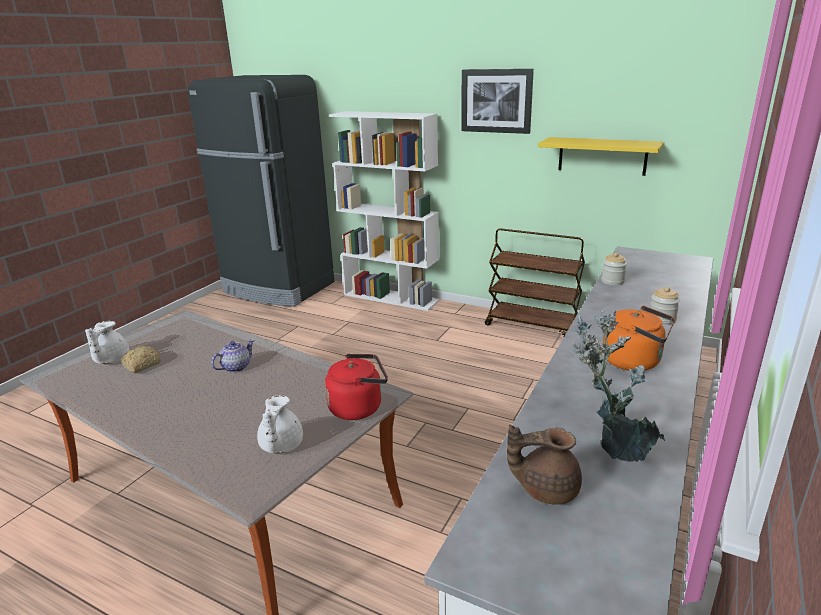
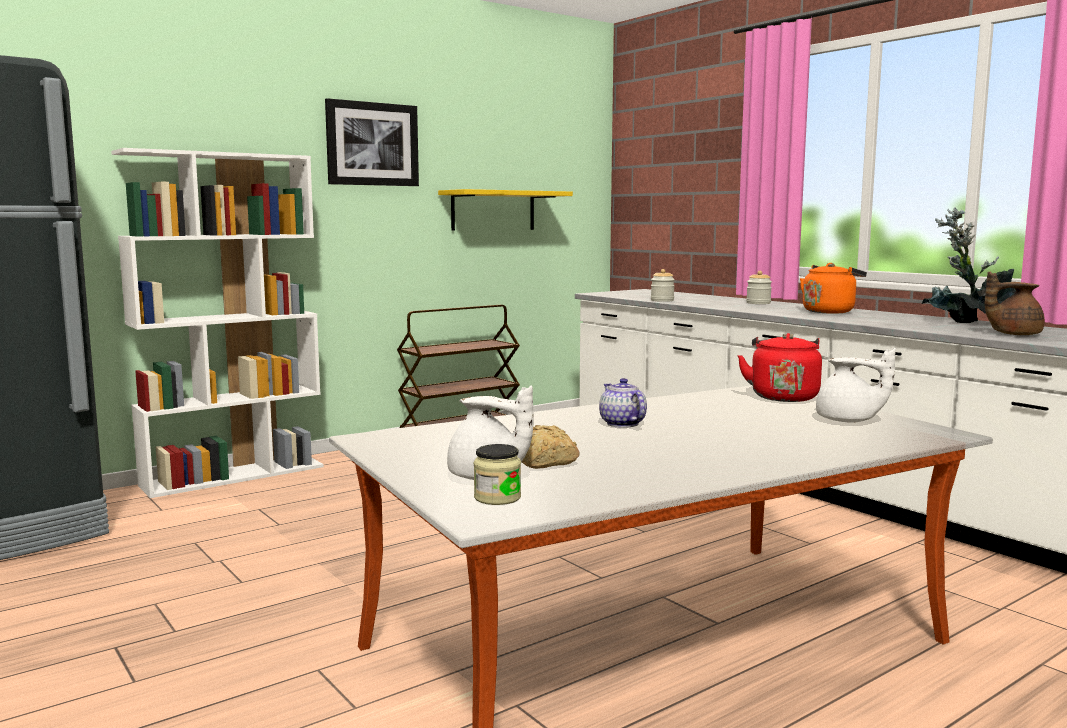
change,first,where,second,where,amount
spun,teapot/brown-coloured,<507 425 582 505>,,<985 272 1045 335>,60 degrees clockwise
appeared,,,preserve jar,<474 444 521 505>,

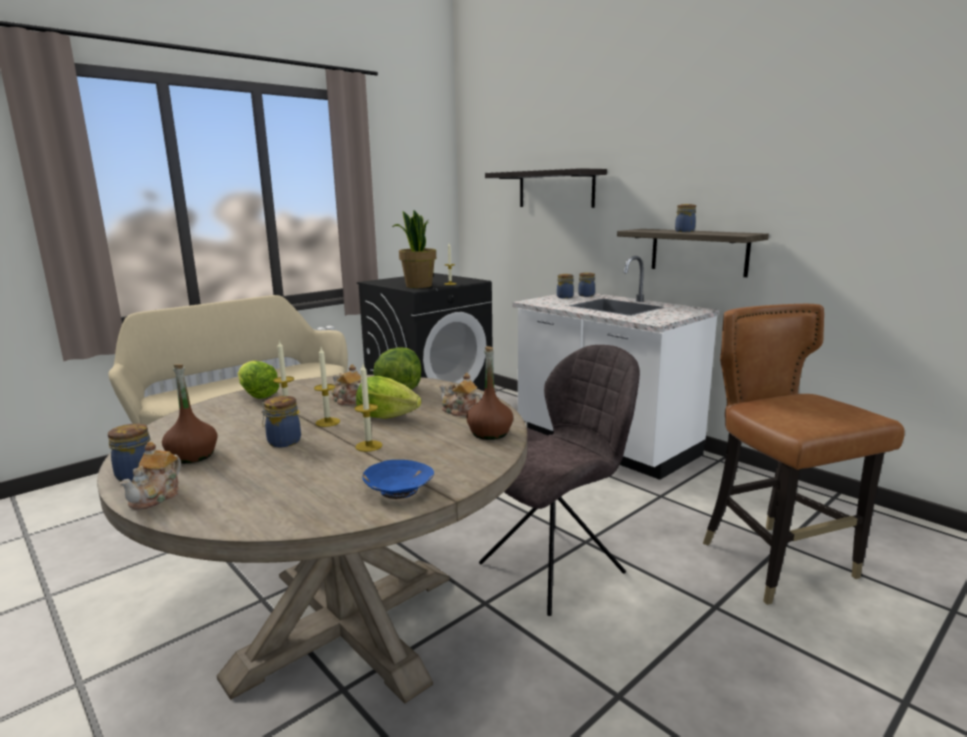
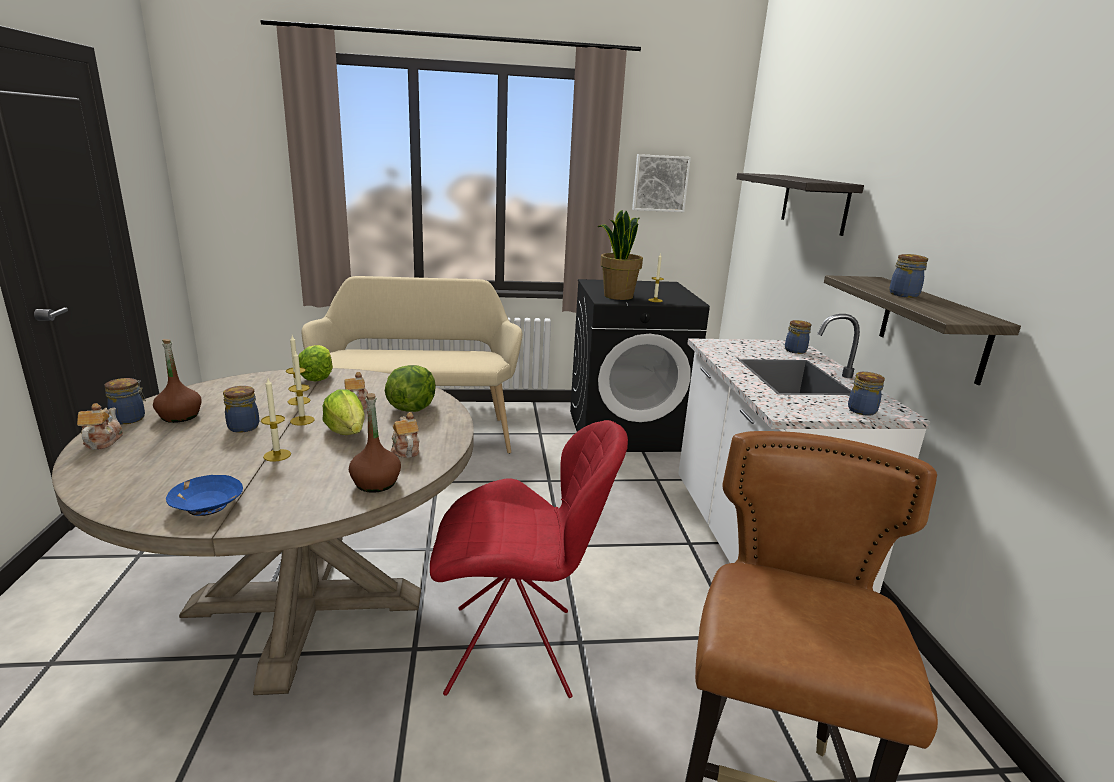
change,first,where,second,where,amount
relocated,preserve jar,<557 274 574 299>,,<848 372 885 416>,
colour,plain chair/grey,<479 345 640 616>,plain chair/red-coloured,<430 420 628 698>,
spun,teapot,<120 442 181 510>,,<77 403 123 450>,120 degrees clockwise
appeared,,,wall picture,<632 154 691 212>,

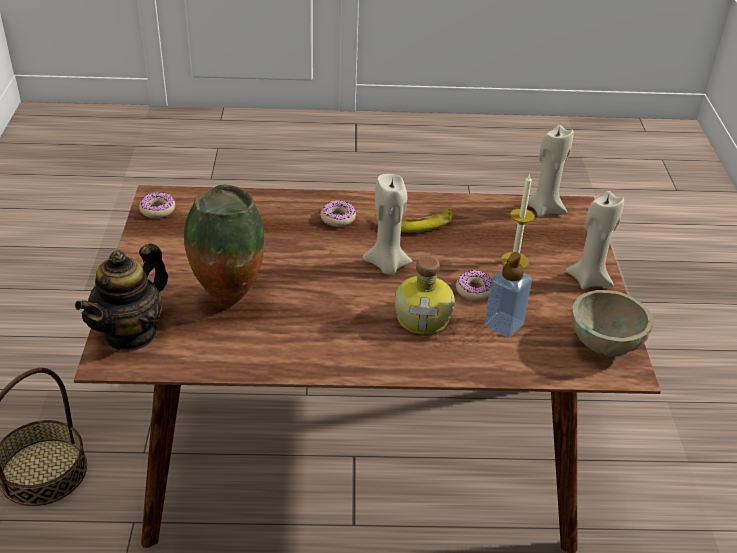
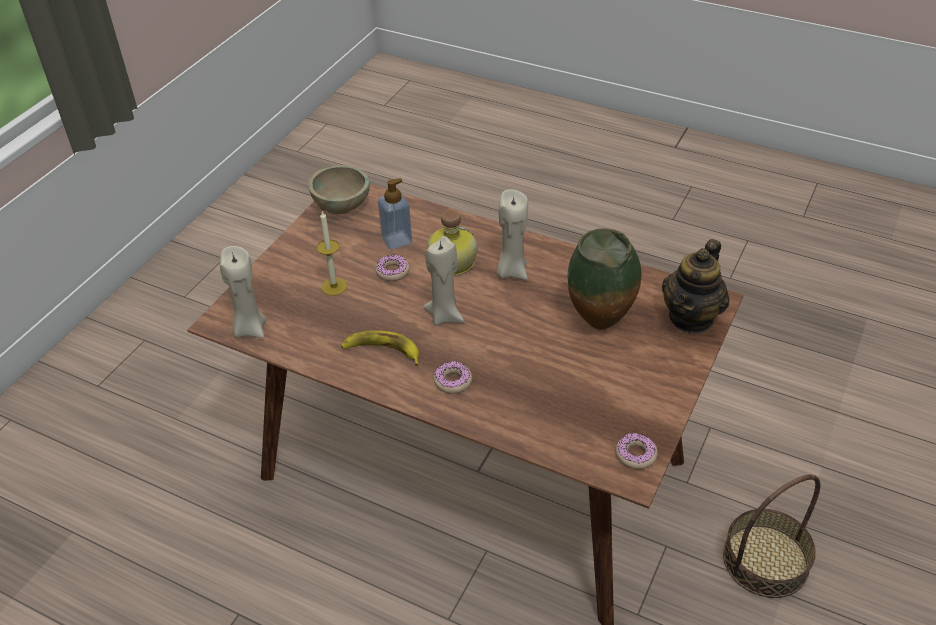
change,first,where,second,where,amount
relocated,wax candle/beige,<565 191 624 289>,,<497 189 528 280>,
spun,teapot,<75 243 168 352>,,<662 239 730 334>,150 degrees clockwise

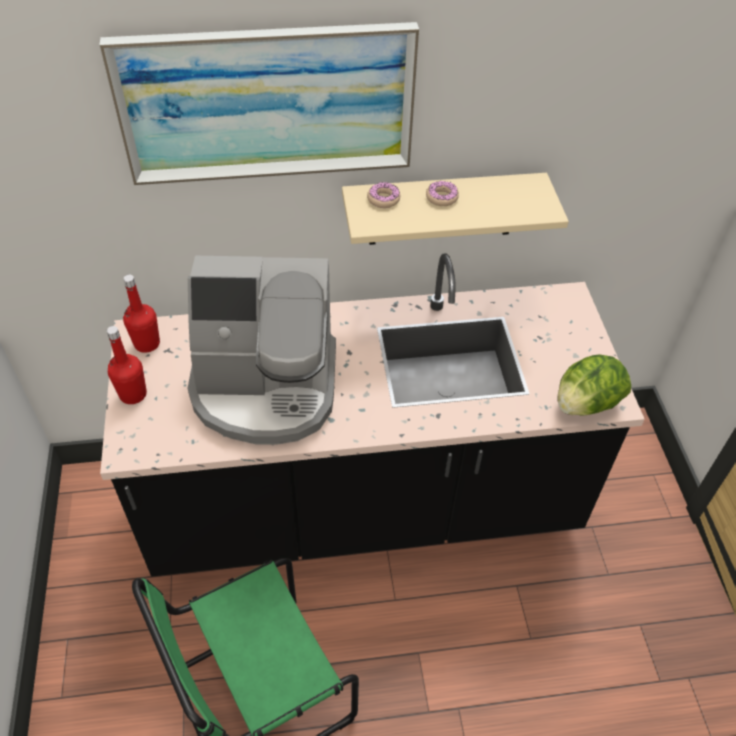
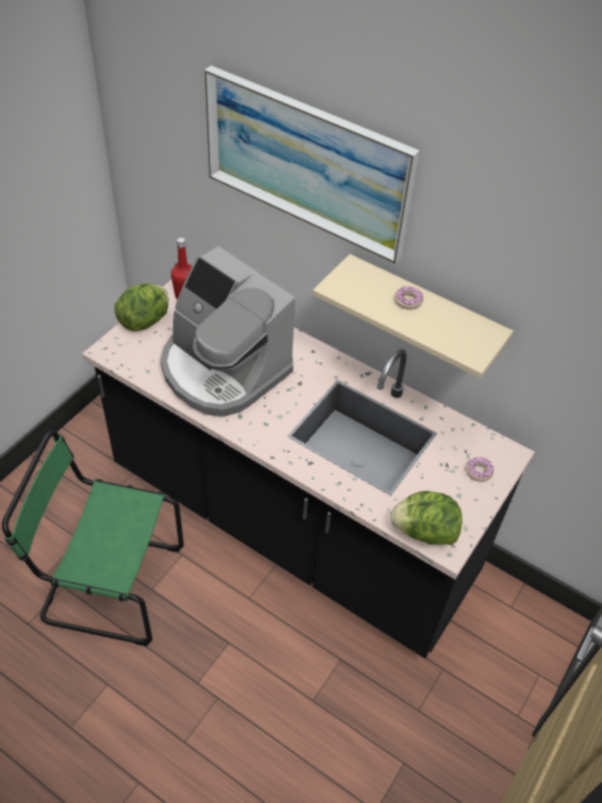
change,first,where,second,where,amount
relocated,doughnut,<367 182 400 208>,,<466 457 494 482>,
exchanged,beverage bottle/red-coloured,<107 326 147 404>,lettuce head,<114 283 169 331>,

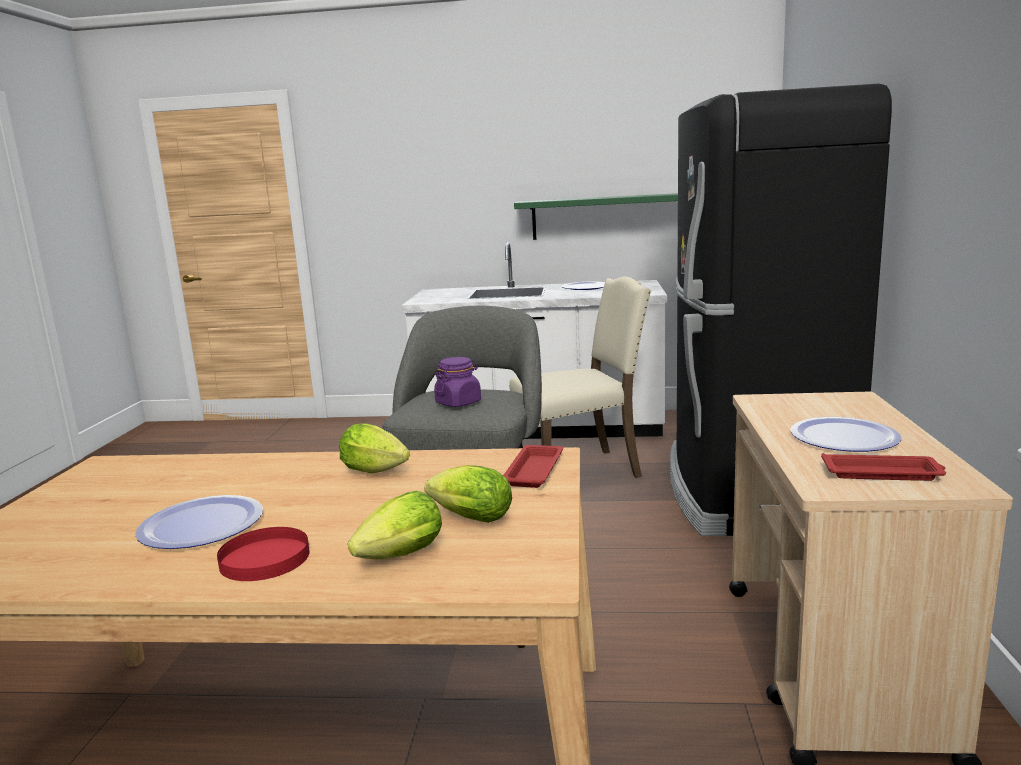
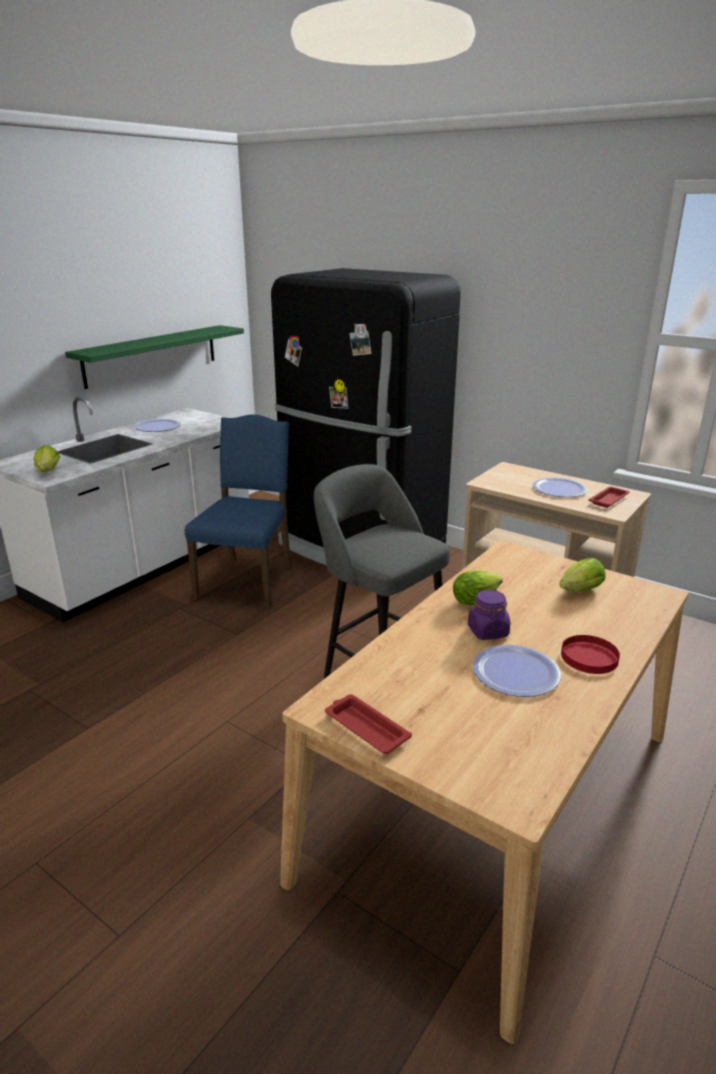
change,first,where,second,where,amount
colour,plain chair/beige,<509 277 651 478>,plain chair/bluish,<185 415 292 609>,
relocated,preserve jar/purple-coloured,<434 357 481 407>,,<468 590 510 640>,
relocated,serving tray/red-coloured,<503 445 563 488>,,<325 694 412 754>,
relocated,lettuce head,<348 491 442 559>,,<34 445 60 472>,

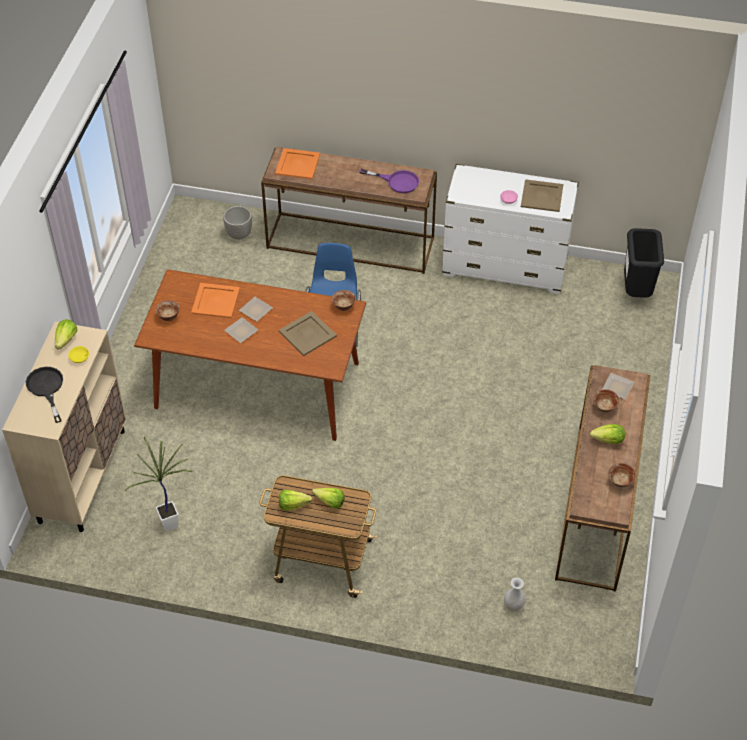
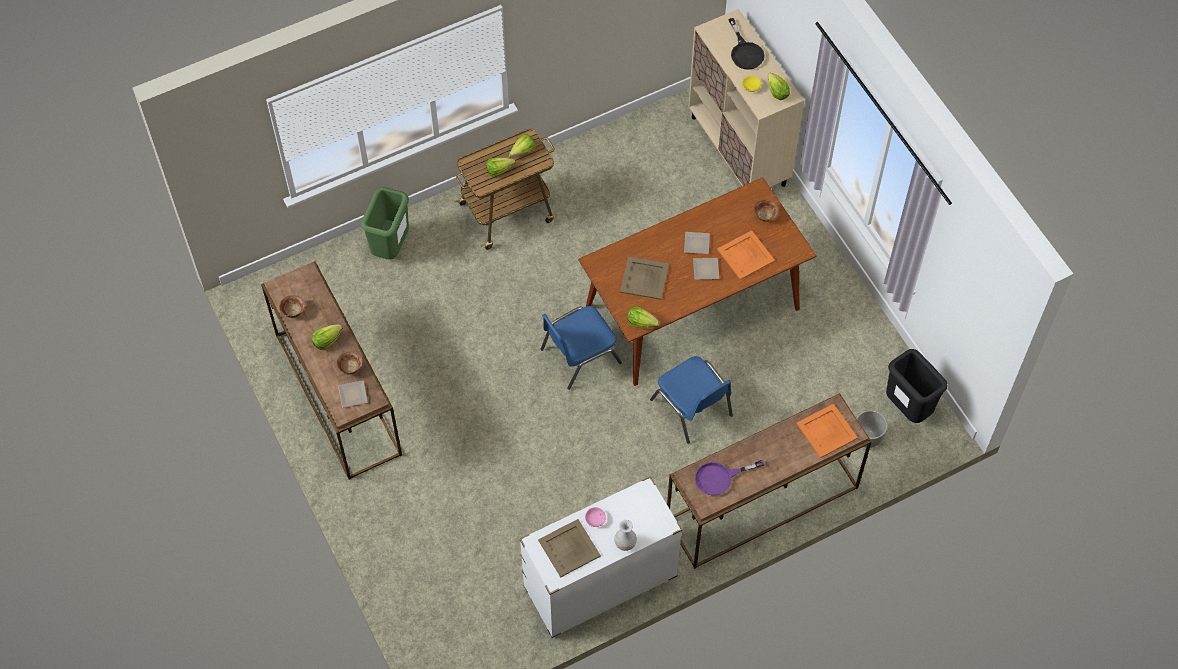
change,first,where,second,where,amount
relocated,waste bin/black,<624 228 664 298>,,<886 349 948 423>,
exchanged,bowl,<331 290 356 311>,lettuce head,<627 307 660 329>,
spun,skillet/black,<26 367 63 423>,,<728 18 764 70>,45 degrees clockwise
missing,potted plant,<125 436 193 532>,,,
relocated,vase/white-coloured,<504 578 526 611>,,<614 520 637 551>,
appeared,,,waste bin/greenish,<361 187 409 260>,
appeared,,,plain chair/bluish,<541 306 622 390>,

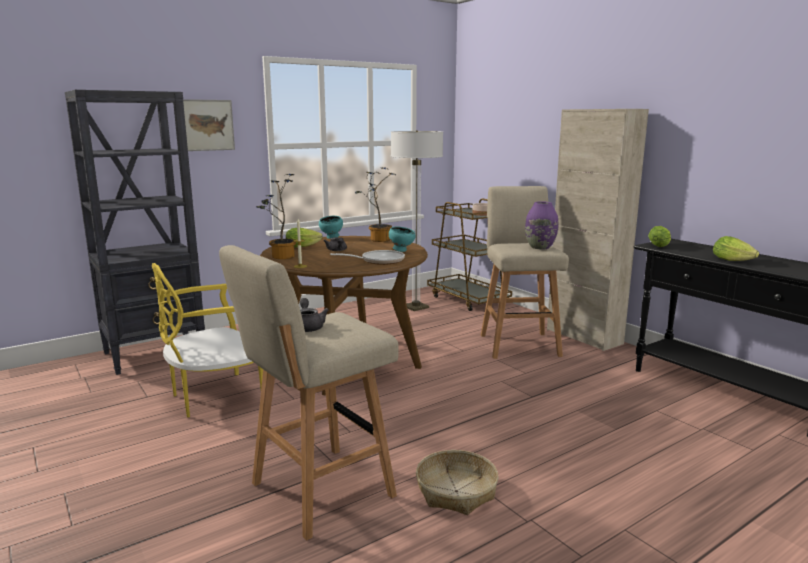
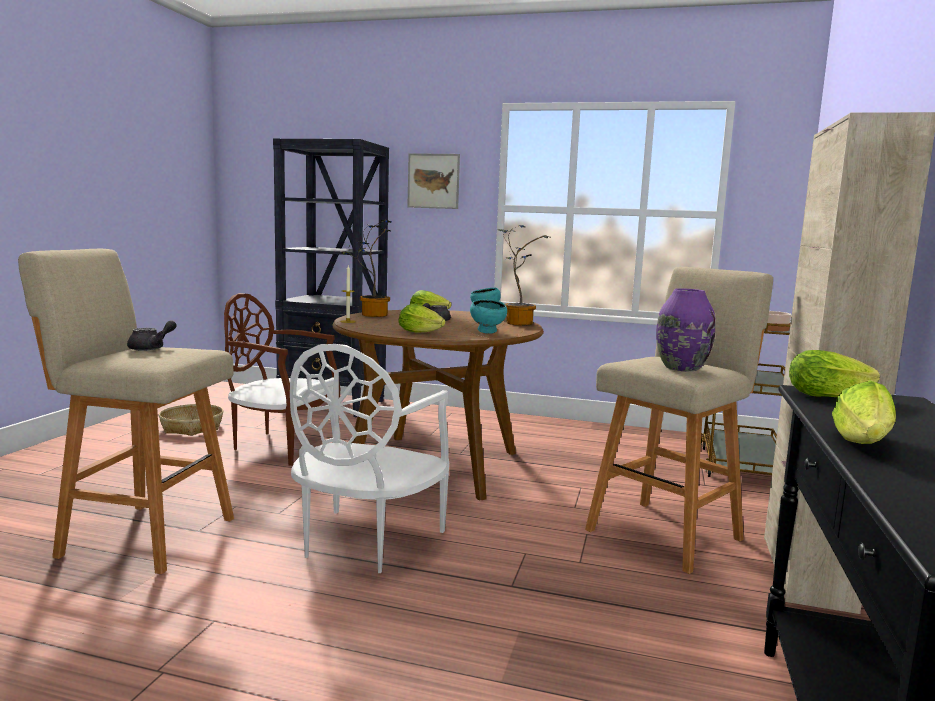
change,first,where,second,where,amount
missing,standing lamp,<391 130 443 311>,,,
exchanged,skillet,<330 250 405 265>,lettuce head,<399 304 446 333>,
colour,plain chair/yellow-coloured,<152 263 263 418>,plain chair/brown-coloured,<224 293 340 466>,
relocated,household basket,<416 450 499 515>,,<159 404 223 436>,
appeared,,,plain chair/white-coloured,<290 344 449 573>,

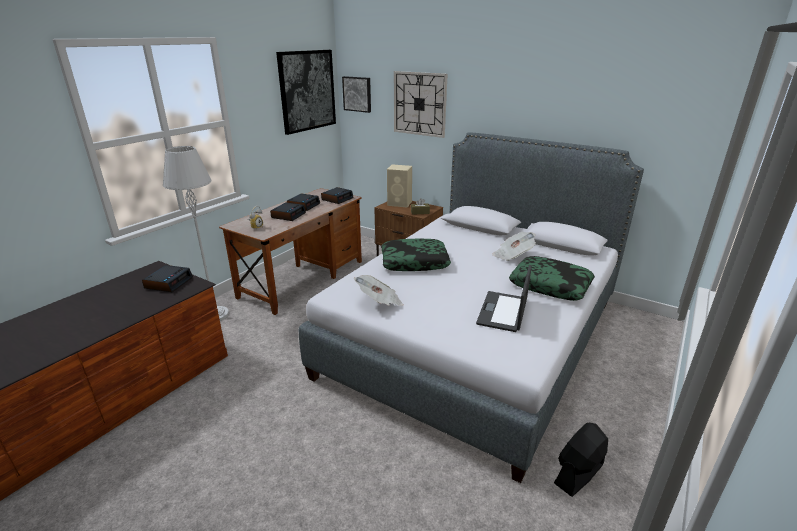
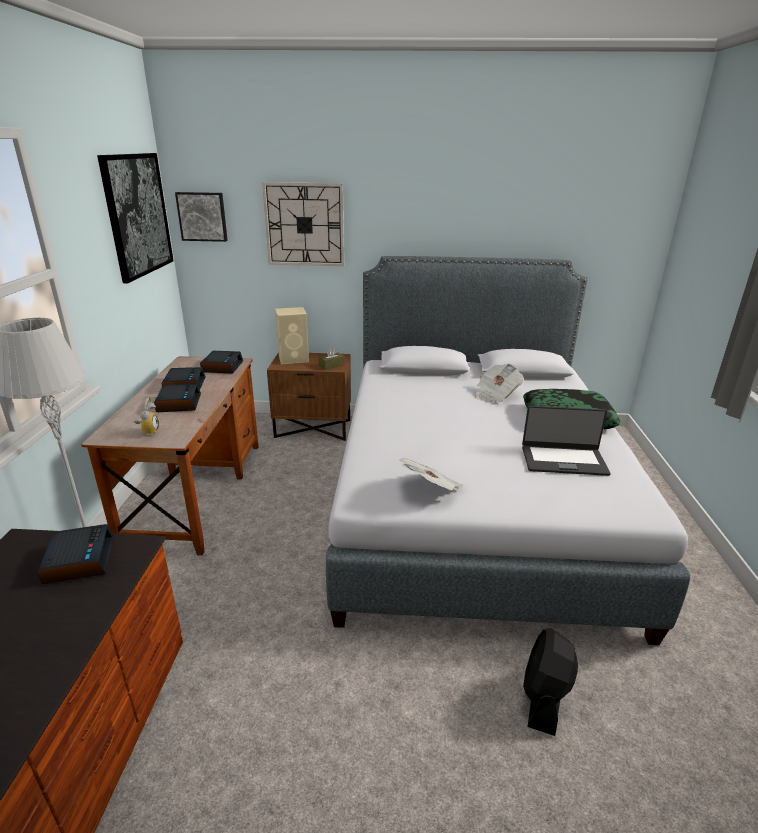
change,first,where,second,where,amount
missing,cushion,<381 238 451 271>,,,
spun,portable computer,<476 265 532 332>,,<522 406 611 476>,75 degrees counterclockwise
relocated,electric fan/black,<554 423 608 497>,,<523 628 578 736>,

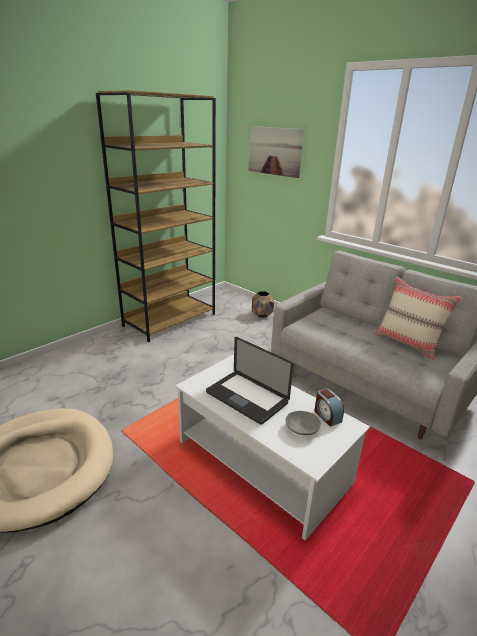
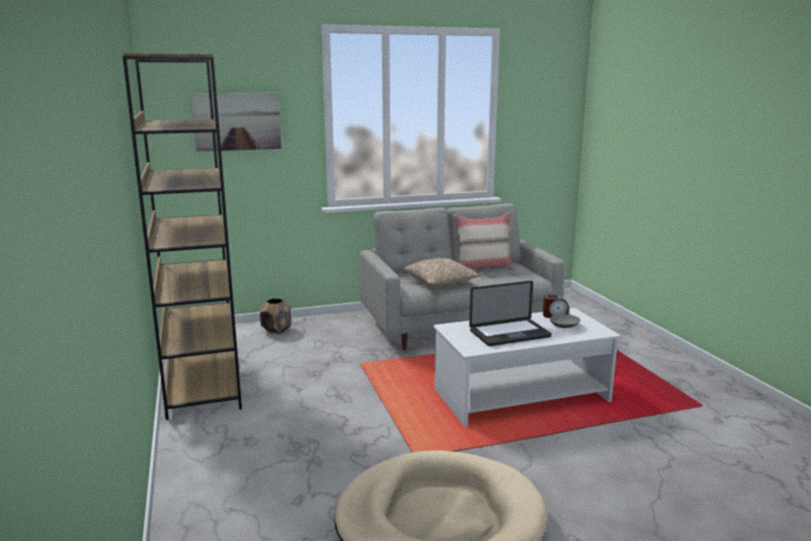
change,first,where,second,where,amount
appeared,,,cushion,<404 258 480 286>,

